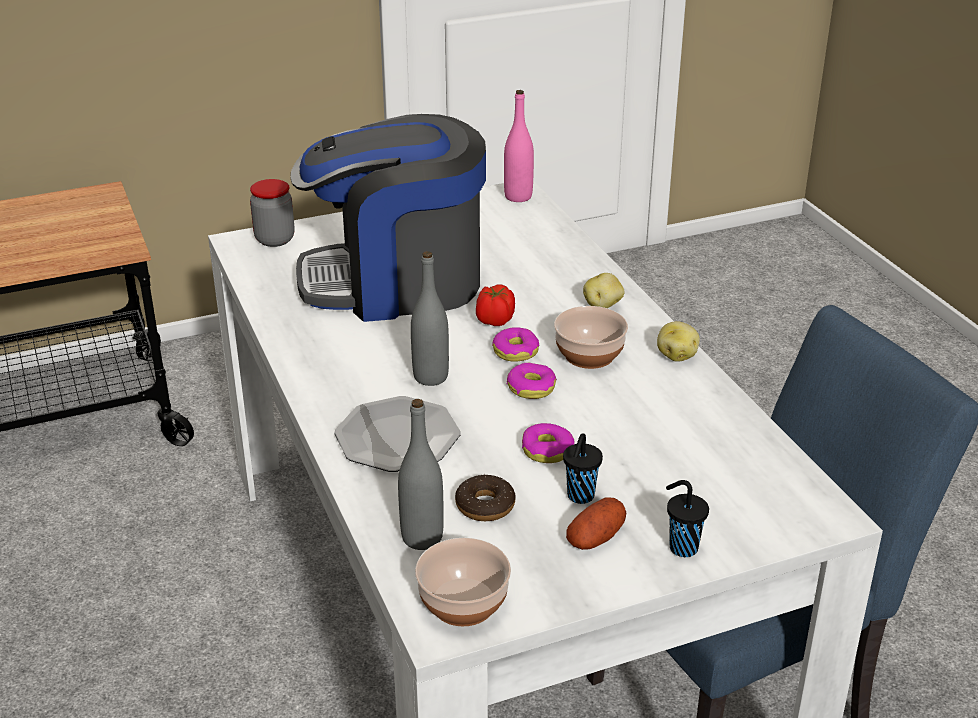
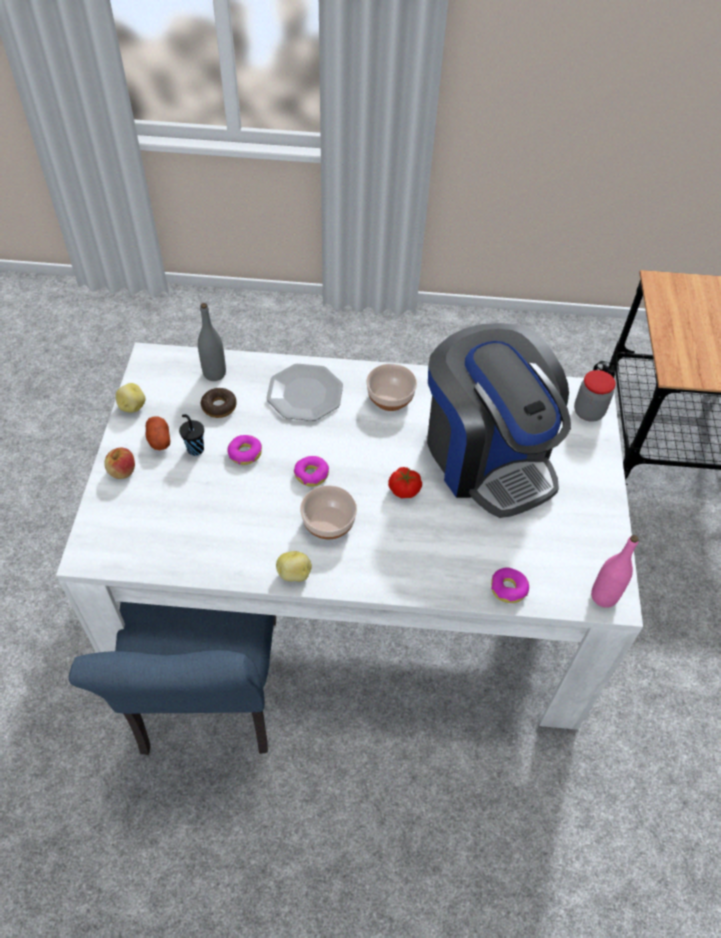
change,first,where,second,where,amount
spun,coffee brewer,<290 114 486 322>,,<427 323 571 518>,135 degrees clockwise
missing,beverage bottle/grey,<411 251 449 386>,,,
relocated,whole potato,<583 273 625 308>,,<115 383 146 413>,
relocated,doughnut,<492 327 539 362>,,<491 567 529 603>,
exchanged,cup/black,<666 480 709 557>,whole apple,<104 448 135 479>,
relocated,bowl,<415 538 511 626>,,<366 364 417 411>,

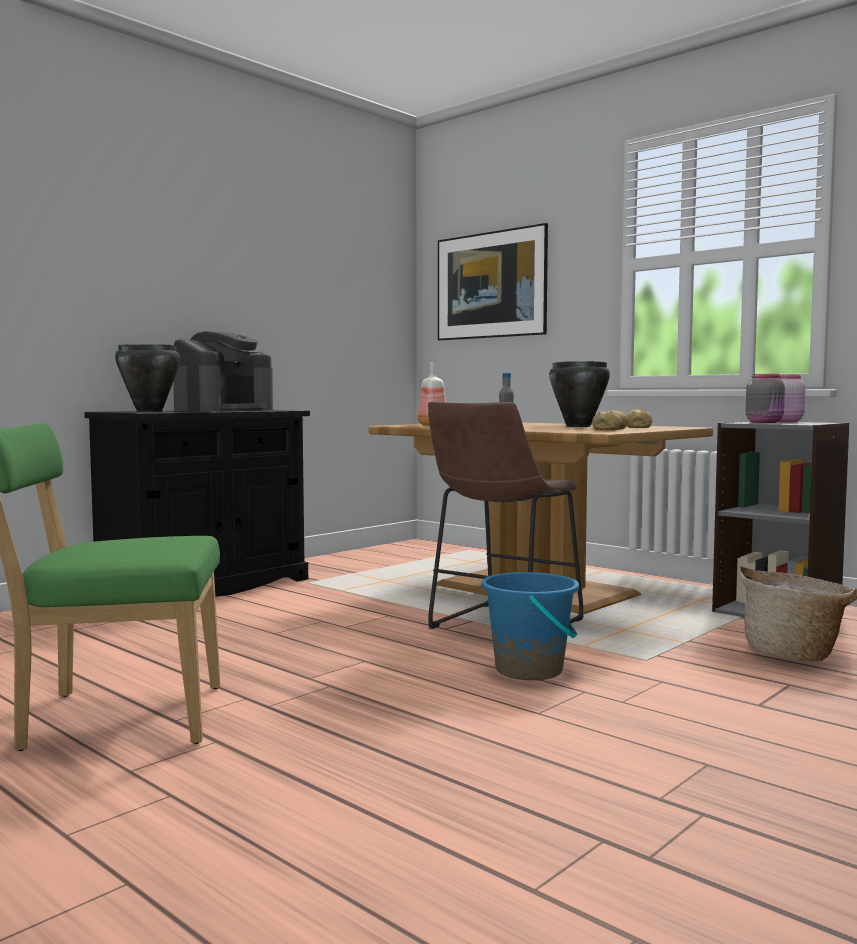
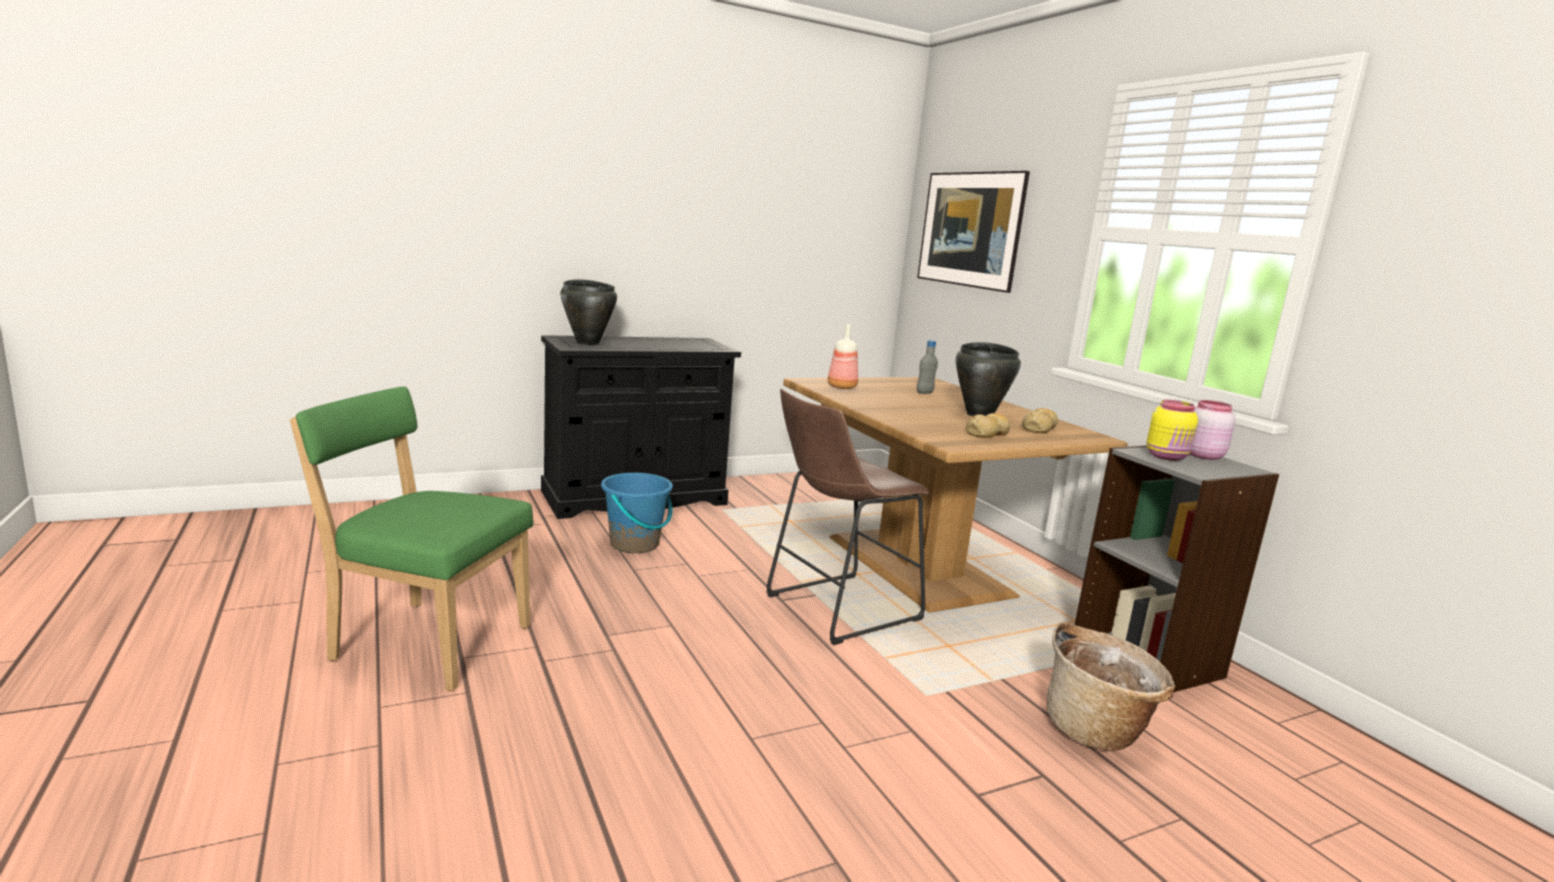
change,first,where,second,where,amount
missing,coffee brewer,<173 331 273 411>,,,
colour,preserve jar/grey,<745 374 785 423>,preserve jar/yellow-coloured,<1147 400 1198 461>,
relocated,bucket/bluish,<481 572 579 680>,,<601 473 673 553>,

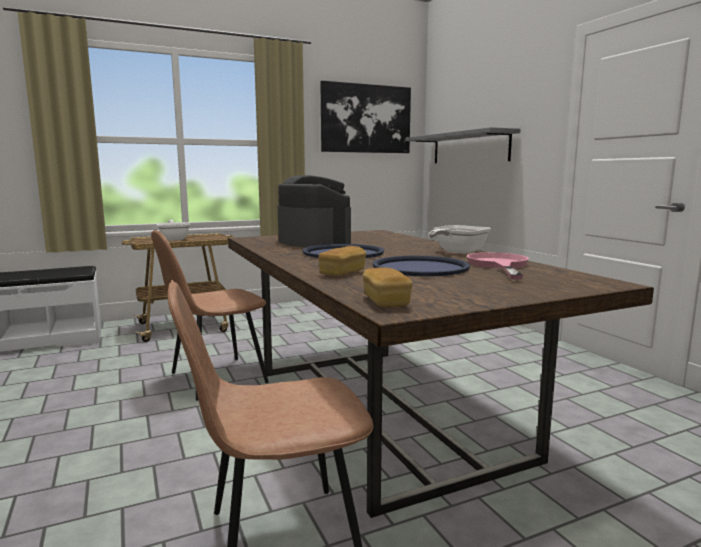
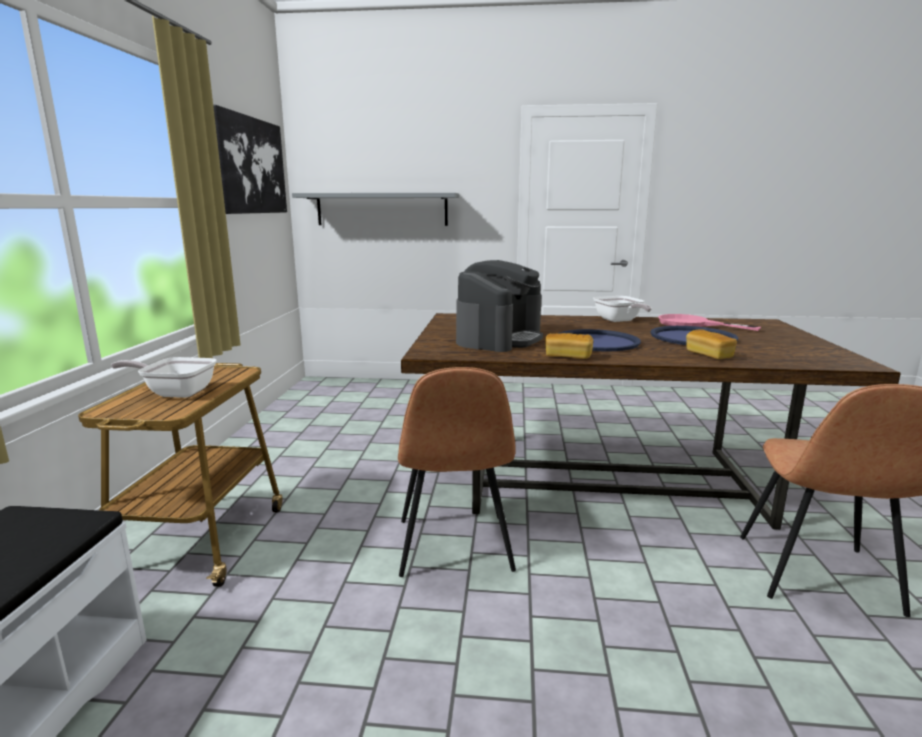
change,first,where,second,where,amount
spun,coffee brewer,<278 175 351 248>,,<456 260 543 352>,120 degrees clockwise
relocated,bakery bread,<363 267 413 307>,,<545 333 593 359>,

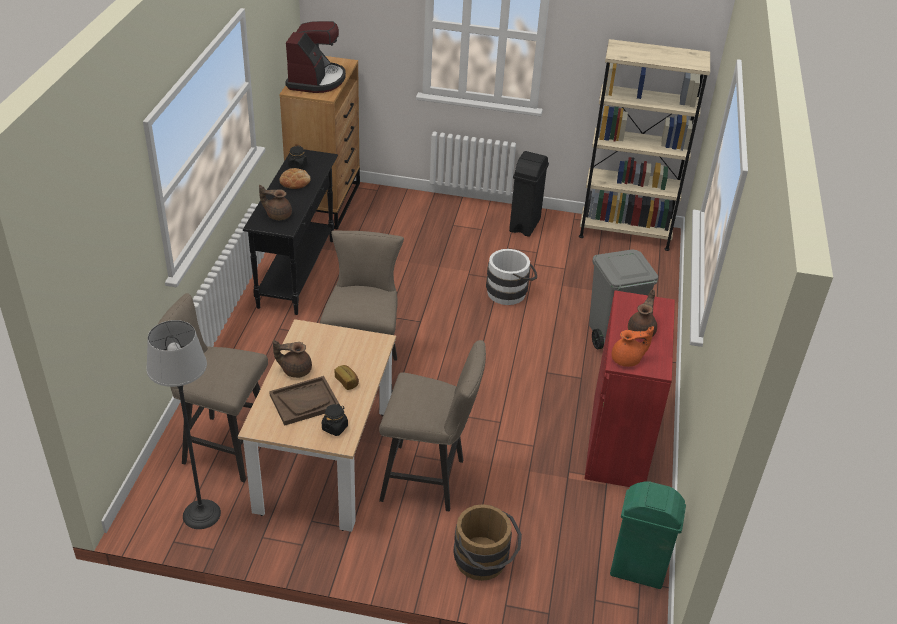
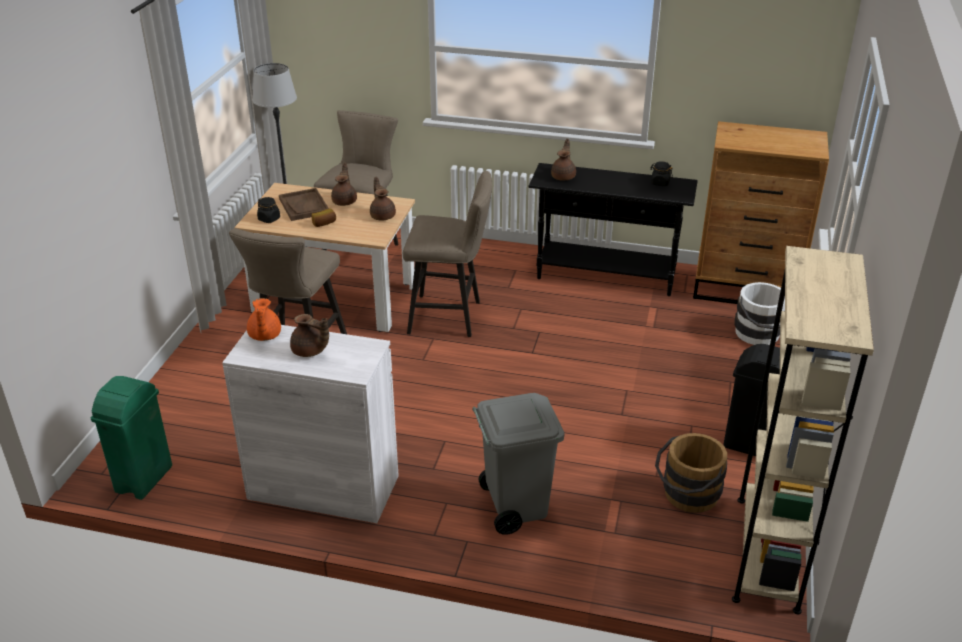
change,first,where,second,where,amount
missing,coffee brewer,<285 21 346 93>,,,
missing,bakery bread,<280 168 311 189>,,,
relocated,bucket/white-coloured,<486 249 537 305>,,<734 282 785 345>,
colour,cabinet/red-coloured,<585 291 675 487>,cabinet/white-coloured,<222 325 399 523>,
relocated,bucket/brown-coloured,<453 504 522 581>,,<655 433 727 513>,
appeared,,,teapot/brown-coloured,<370 177 396 221>,

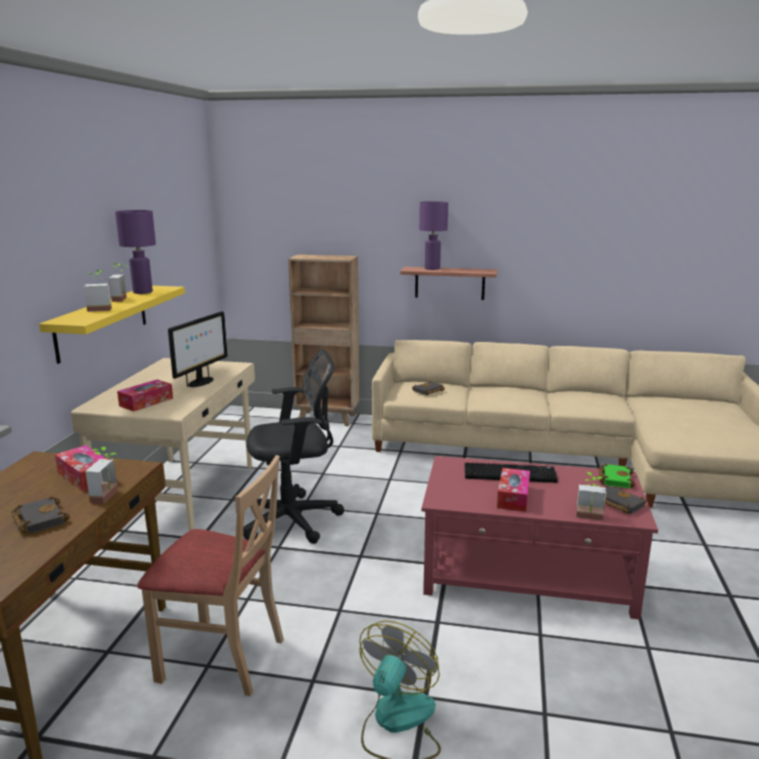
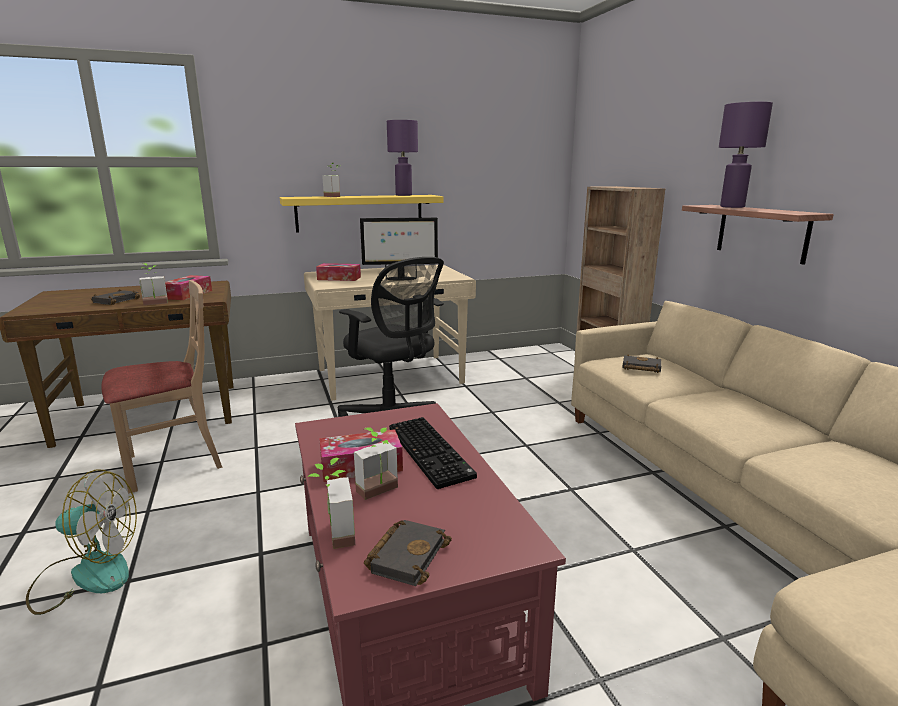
change,first,where,second,where,amount
relocated,potted plant,<109 263 129 302>,,<354 427 398 500>,
spun,plain chair/beige,<137 455 284 696>,,<101 280 223 493>,105 degrees counterclockwise
missing,book/greenish,<599 464 635 488>,,,

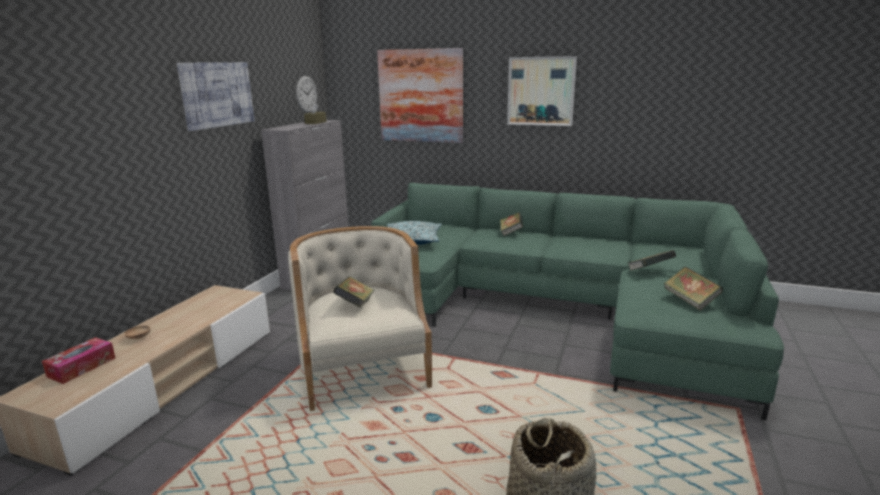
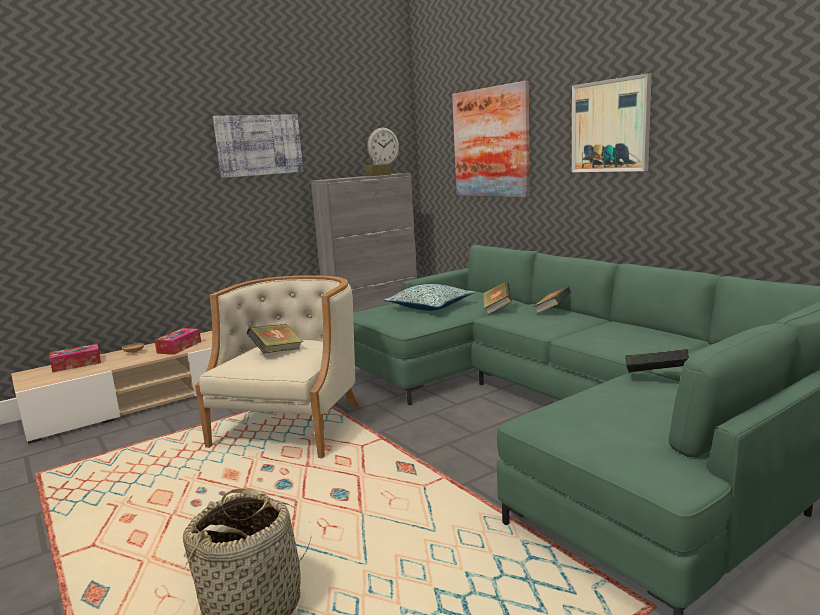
change,first,where,second,where,amount
relocated,book,<664 266 723 311>,,<483 281 512 315>,
appeared,,,tissue holder,<154 328 201 355>,

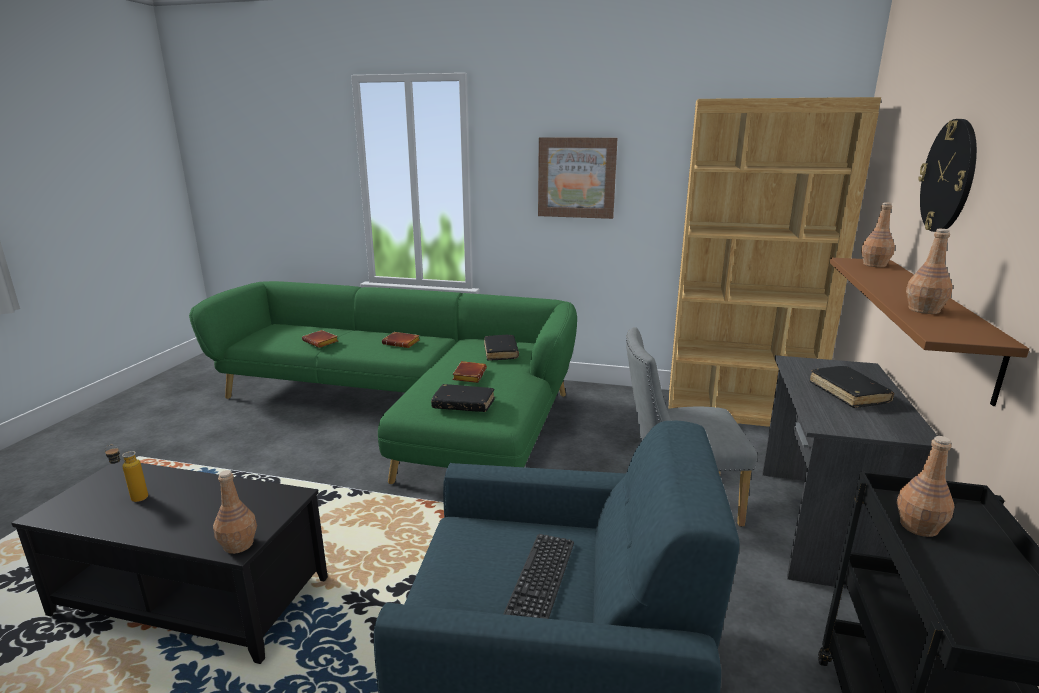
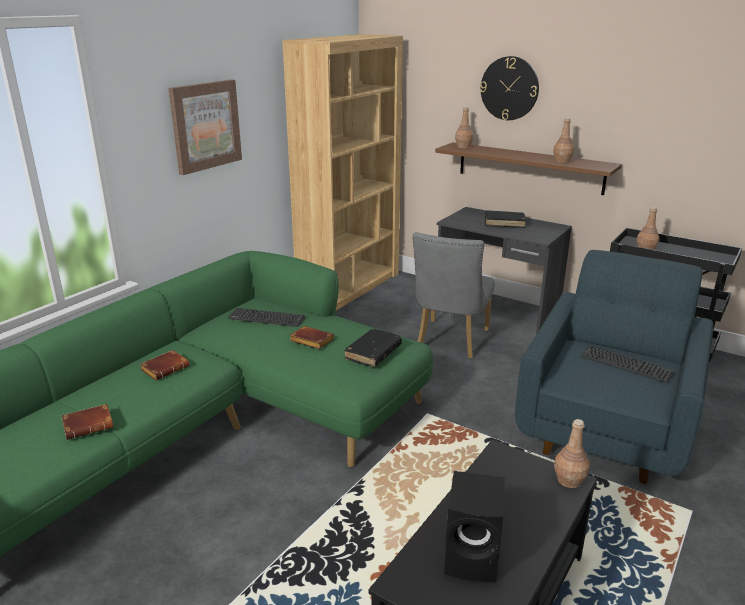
change,first,where,second,where,amount
exchanged,book/black,<484 335 519 361>,computer keyboard,<228 308 306 327>,
exchanged,beverage bottle,<105 445 148 502>,audio speaker/black,<444 471 505 582>,

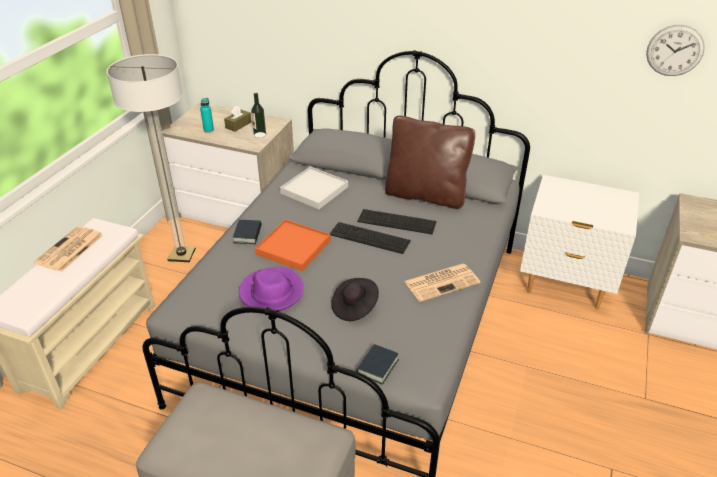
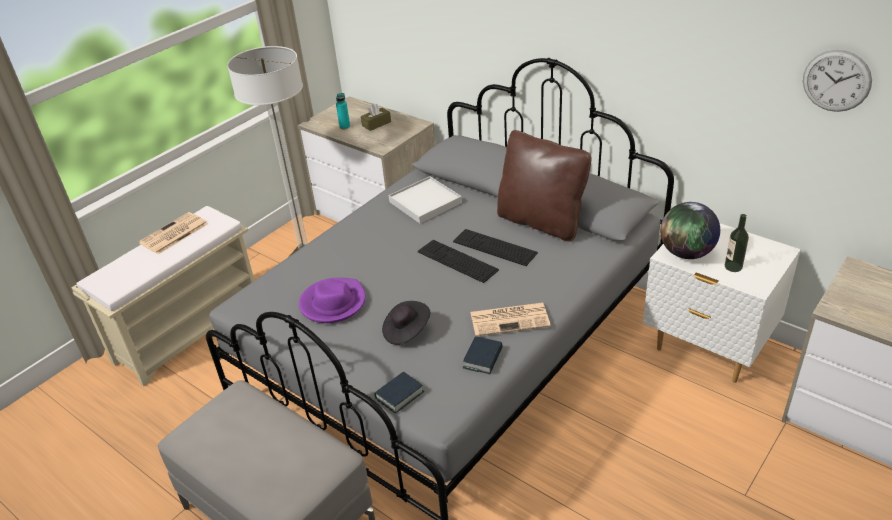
change,first,where,second,where,amount
relocated,beverage bottle,<251 93 266 138>,,<725 214 749 272>,
missing,serving tray/orangey,<255 219 331 271>,,,
relocated,book,<233 220 262 244>,,<463 336 503 374>,
appeared,,,world globe,<660 202 720 259>,

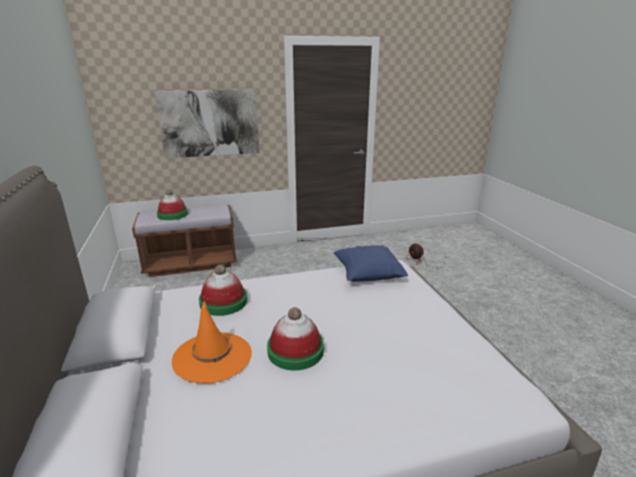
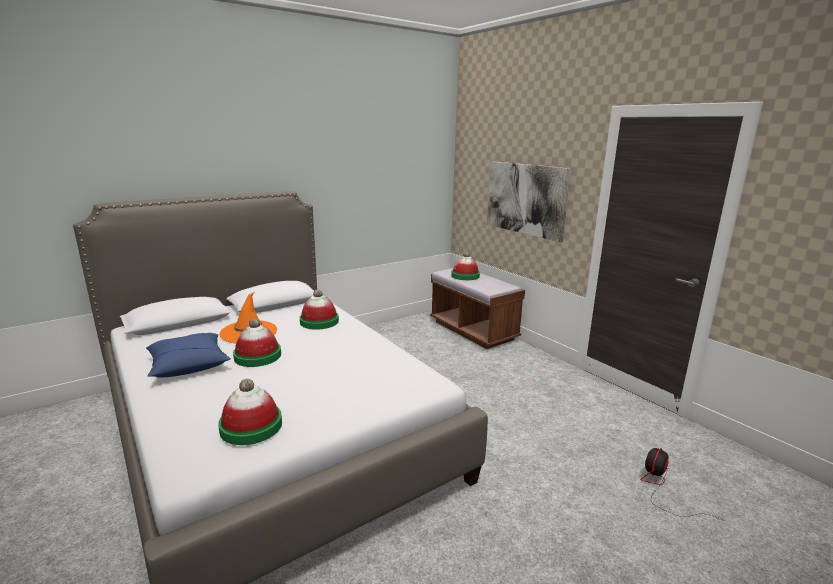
change,first,where,second,where,amount
relocated,cushion/bluish,<333 245 408 282>,,<146 333 231 377>,
appeared,,,hat,<218 379 282 445>,

